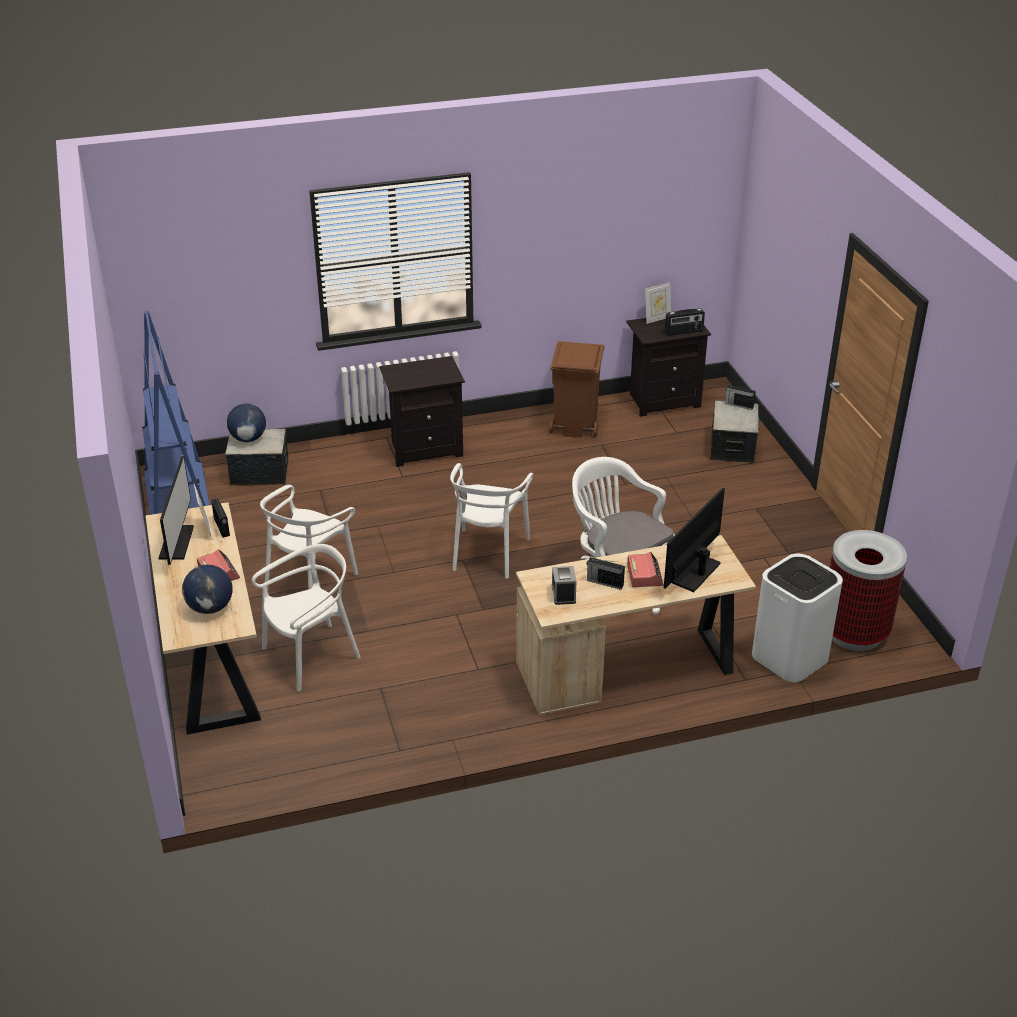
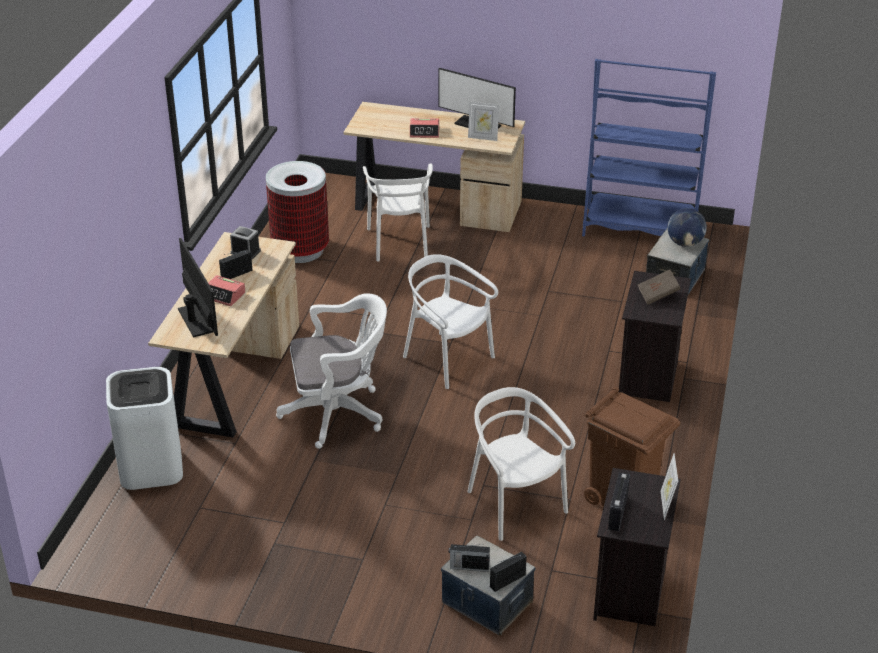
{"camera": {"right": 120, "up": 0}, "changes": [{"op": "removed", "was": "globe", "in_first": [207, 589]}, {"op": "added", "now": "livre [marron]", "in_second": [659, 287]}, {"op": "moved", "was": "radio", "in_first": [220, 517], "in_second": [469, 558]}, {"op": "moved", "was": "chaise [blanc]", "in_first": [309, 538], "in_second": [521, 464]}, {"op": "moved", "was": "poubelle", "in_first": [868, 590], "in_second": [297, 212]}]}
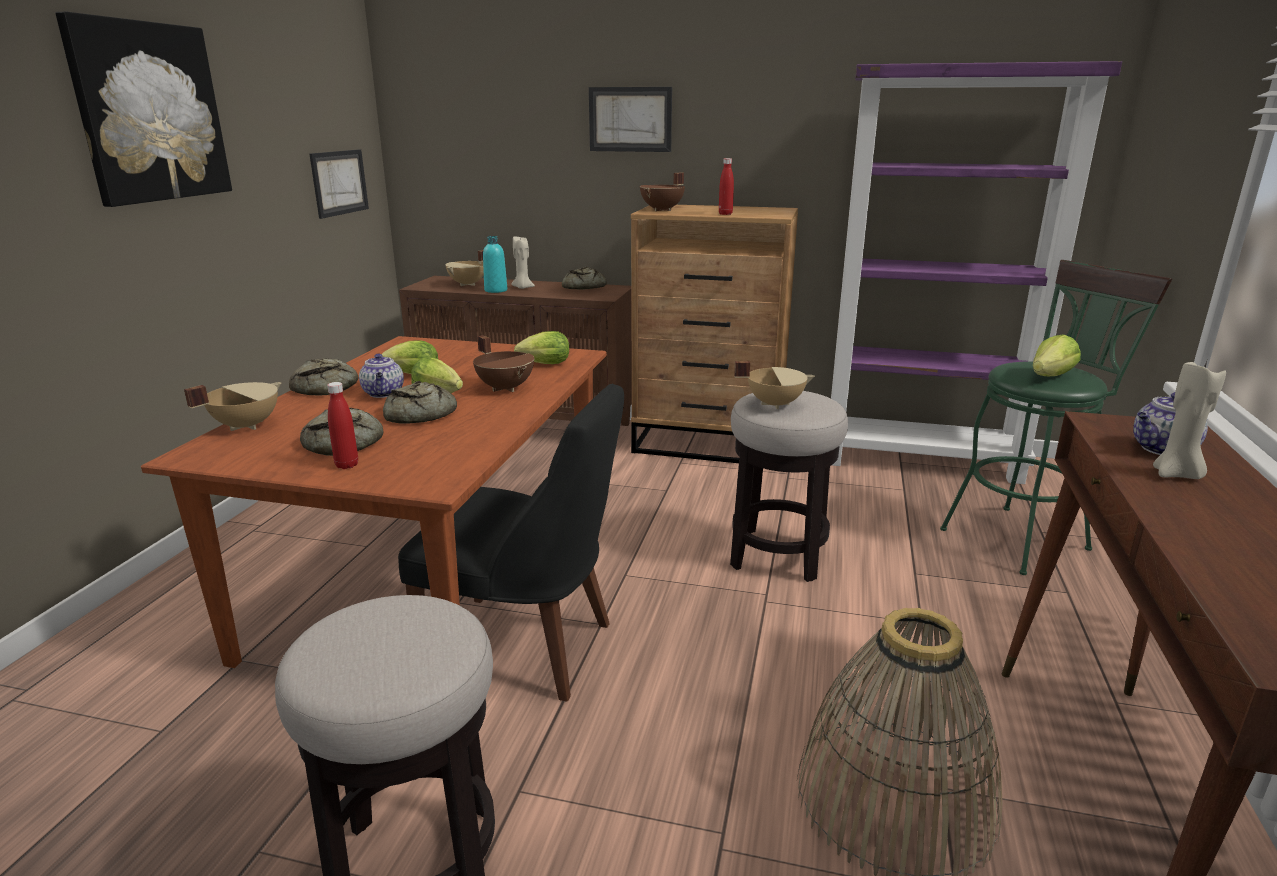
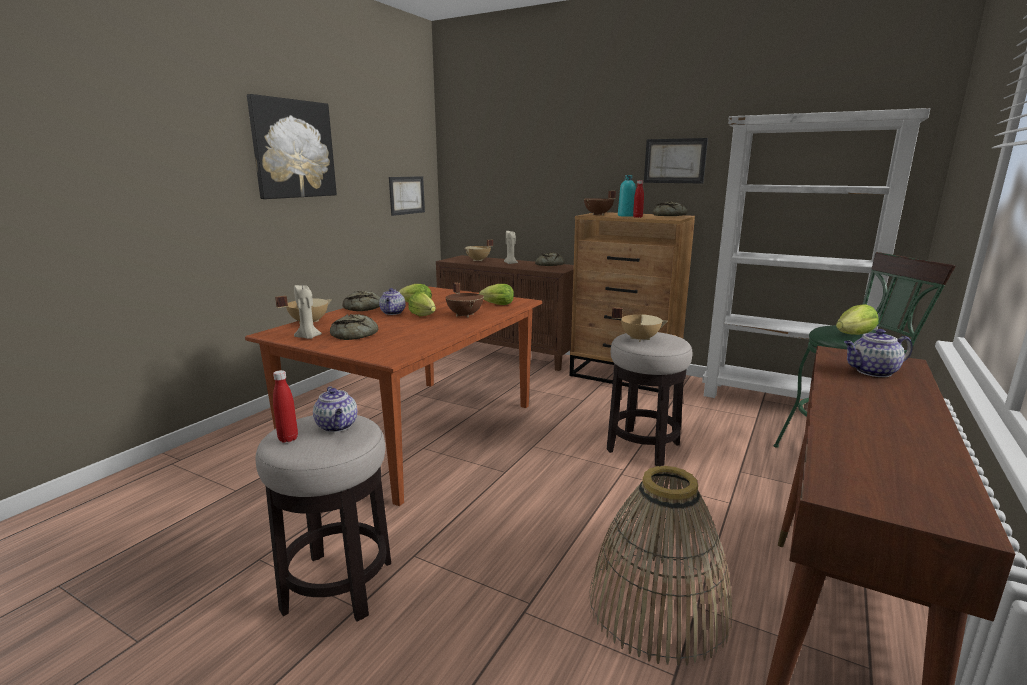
{"camera": {"right": 15, "up": -5}, "changes": [{"op": "removed", "was": "chaise [noir]", "in_first": [511, 542]}, {"op": "added", "now": "théière", "in_second": [335, 409]}, {"op": "moved", "was": "bouteille [rouge]", "in_first": [342, 425], "in_second": [285, 406]}, {"op": "moved", "was": "pain", "in_first": [420, 402], "in_second": [670, 208]}, {"op": "moved", "was": "bouteille [turquoise]", "in_first": [495, 264], "in_second": [627, 196]}, {"op": "moved", "was": "tableau", "in_first": [630, 119], "in_second": [676, 160]}, {"op": "moved", "was": "bougie [beige]", "in_first": [1189, 420], "in_second": [308, 311]}, {"op": "recoloured", "was": "bibliothèque [violet]", "now": "bibliothèque [blanc]", "in_first": [976, 272], "in_second": [816, 253]}]}
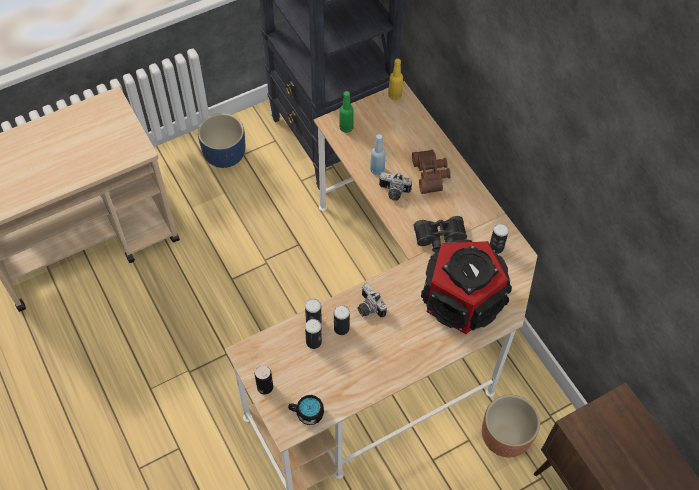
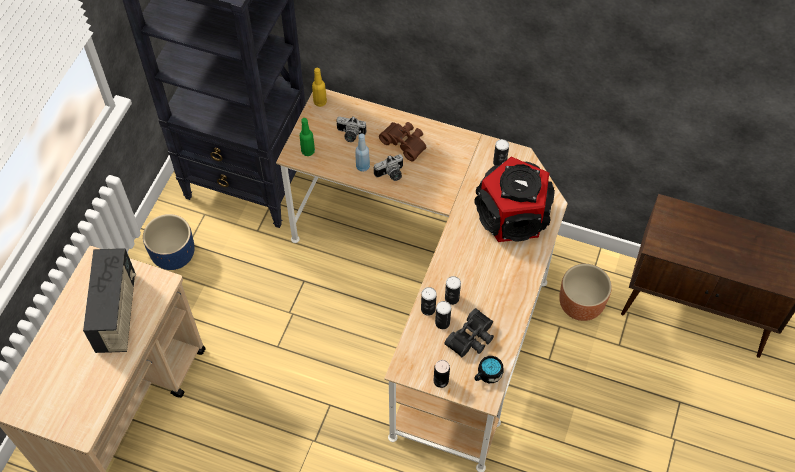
{"camera": {"right": -40, "up": 0}, "changes": [{"op": "added", "now": "radio", "in_second": [109, 300]}, {"op": "moved", "was": "appareil photo", "in_first": [372, 300], "in_second": [352, 129]}, {"op": "moved", "was": "jumelles [noir]", "in_first": [440, 234], "in_second": [469, 332]}]}
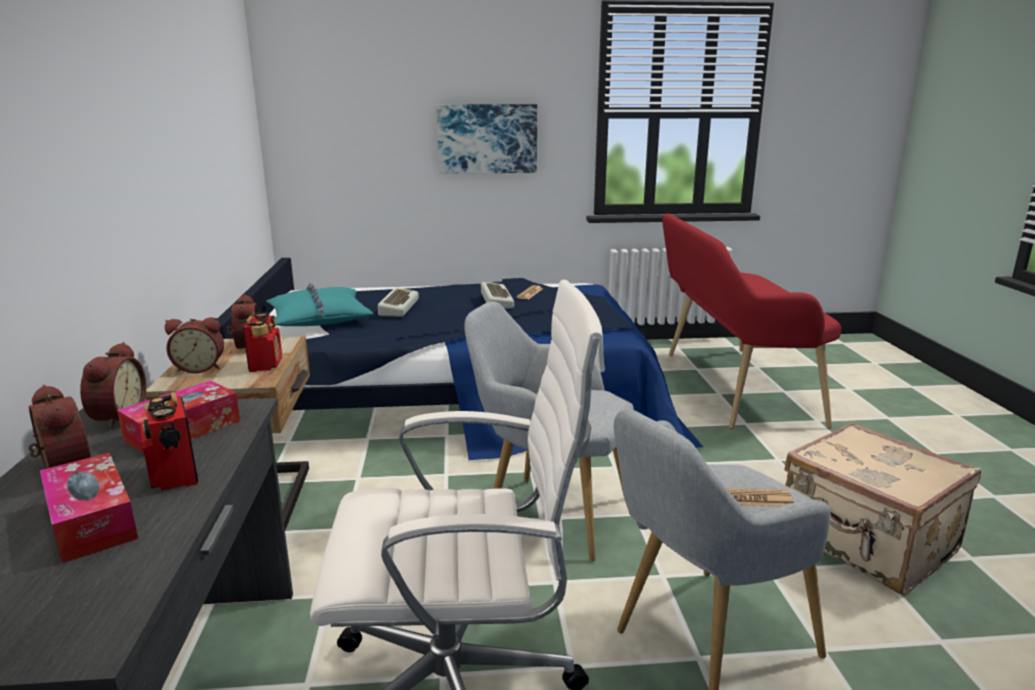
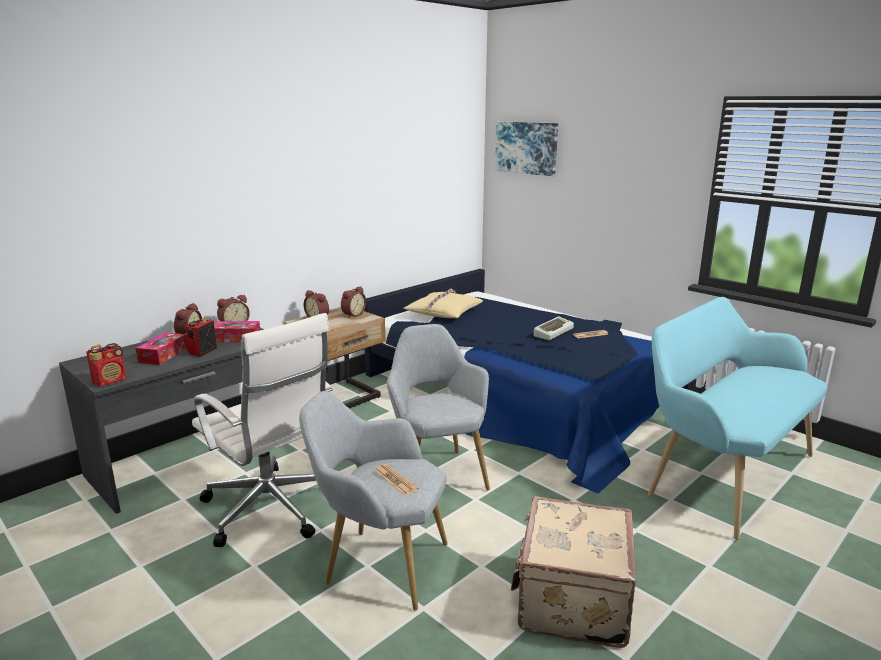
{"camera": {"right": 50, "up": 0}, "changes": [{"op": "removed", "was": "clavier", "in_first": [398, 302]}, {"op": "moved", "was": "radio", "in_first": [262, 342], "in_second": [106, 364]}, {"op": "moved", "was": "tableau", "in_first": [487, 139], "in_second": [526, 149]}, {"op": "recoloured", "was": "coussin [turquoise]", "now": "coussin [beige]", "in_first": [319, 304], "in_second": [443, 303]}, {"op": "recoloured", "was": "banc [rouge]", "now": "banc [turquoise]", "in_first": [751, 321], "in_second": [737, 418]}]}
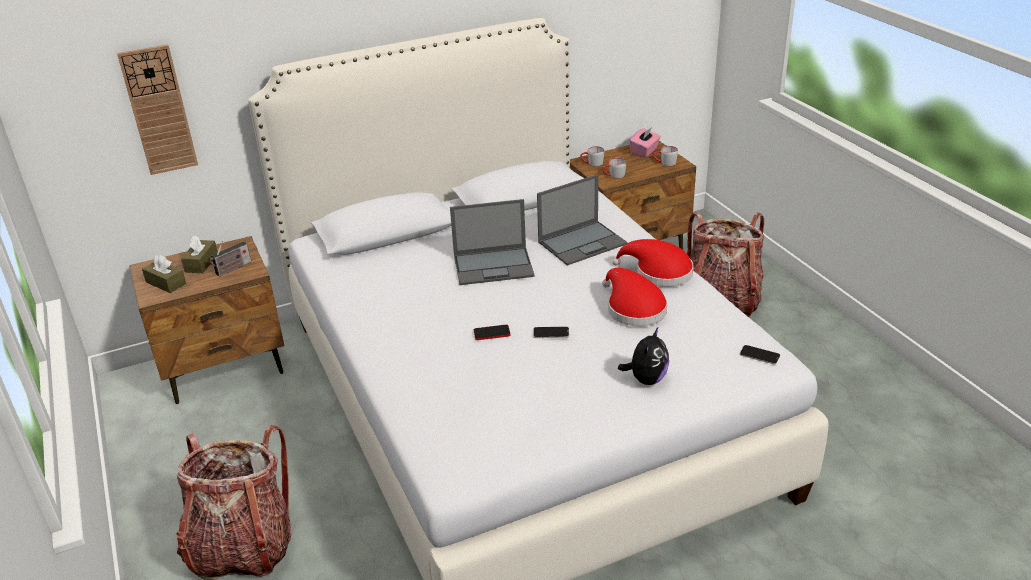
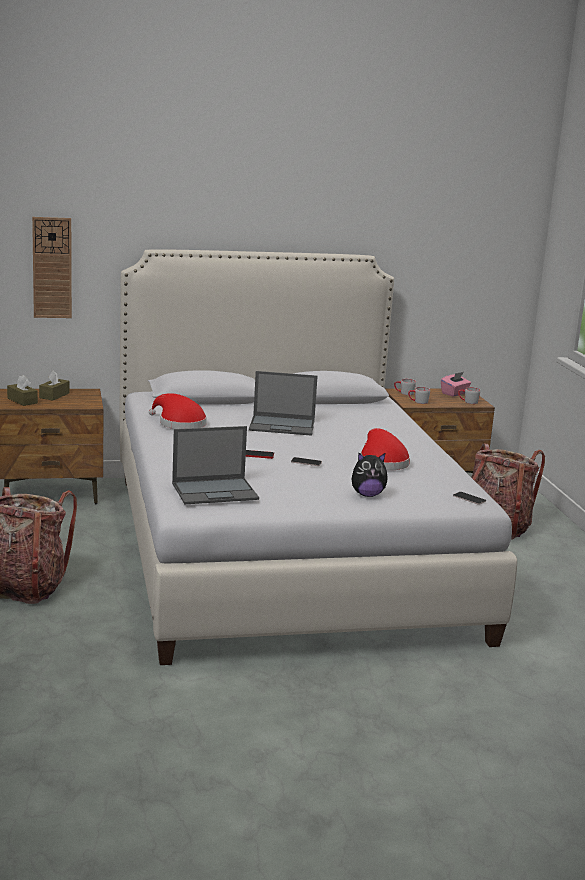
{"camera": {"right": 10, "up": -15}, "changes": [{"op": "removed", "was": "radio", "in_first": [230, 259]}, {"op": "moved", "was": "ordinateur portable", "in_first": [582, 220], "in_second": [215, 465]}, {"op": "moved", "was": "chapeau [rouge]", "in_first": [653, 263], "in_second": [178, 411]}, {"op": "turned", "was": "peluche", "in_first": [643, 356], "in_second": [370, 475], "clockwise": 45}]}
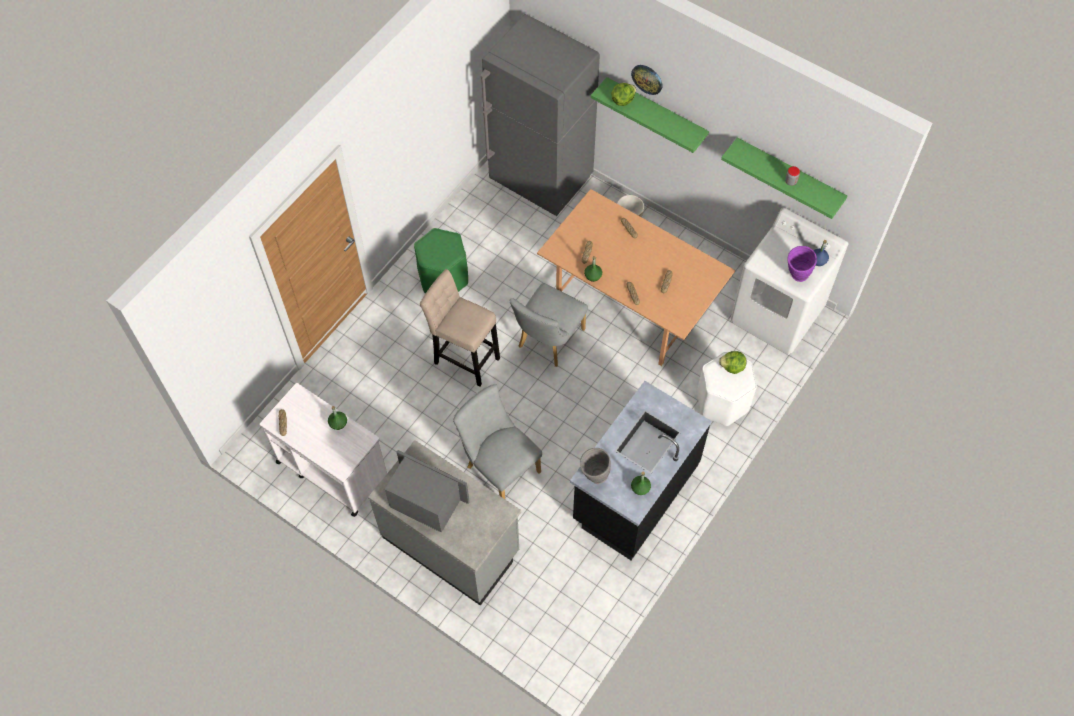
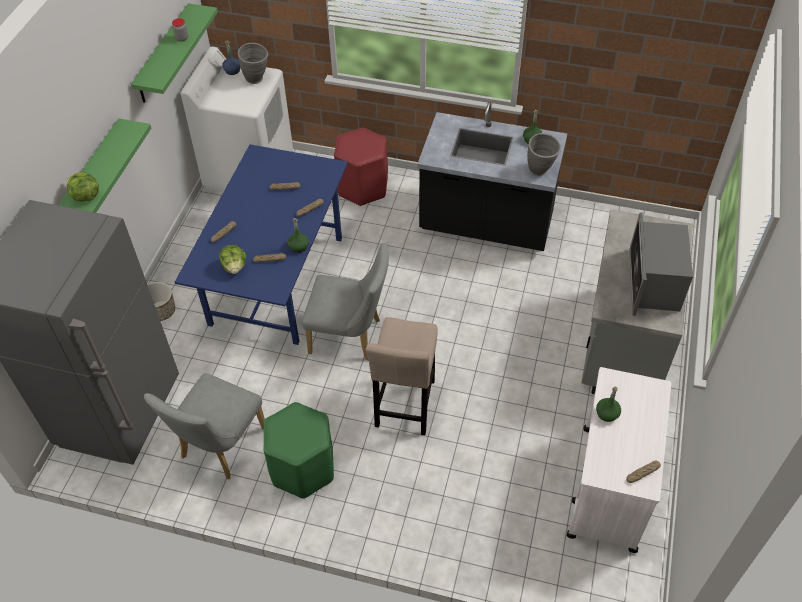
{"camera": {"right": -110, "up": -10}, "changes": [{"op": "removed", "was": "horloge murale", "in_first": [646, 80]}, {"op": "moved", "was": "chaise [gris]", "in_first": [497, 441], "in_second": [204, 426]}, {"op": "moved", "was": "laitue", "in_first": [733, 362], "in_second": [232, 259]}, {"op": "recoloured", "was": "table à manger [marron]", "now": "table à manger [bleu]", "in_first": [636, 277], "in_second": [261, 244]}, {"op": "recoloured", "was": "tabouret [blanc]", "now": "tabouret [rouge]", "in_first": [727, 389], "in_second": [361, 167]}, {"op": "recoloured", "was": "vase [violet]", "now": "vase [gris]", "in_first": [802, 264], "in_second": [253, 63]}]}
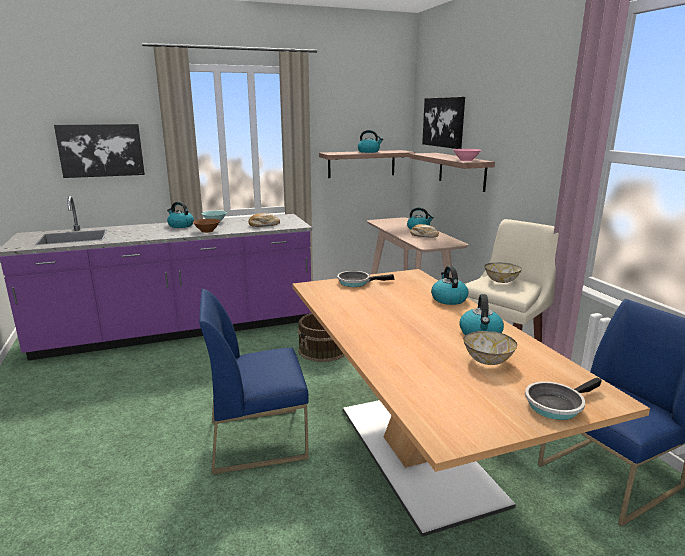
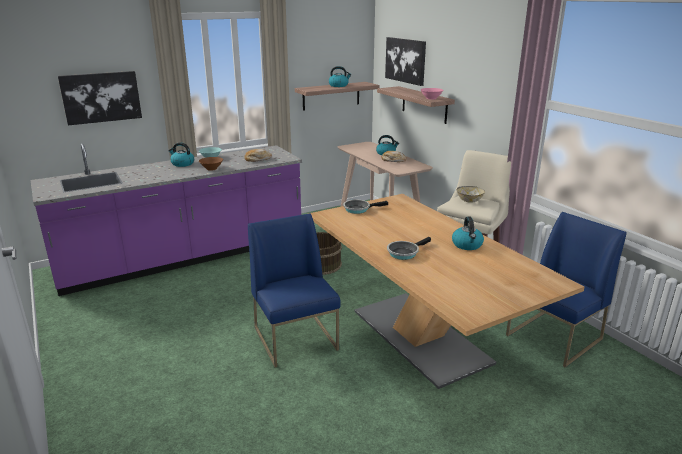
{"camera": {"right": -10, "up": 5}, "changes": [{"op": "removed", "was": "bouilloire", "in_first": [449, 285]}, {"op": "removed", "was": "bol", "in_first": [490, 348]}, {"op": "moved", "was": "poêle", "in_first": [563, 399], "in_second": [409, 248]}, {"op": "turned", "was": "chaise [bleu]", "in_first": [254, 381], "in_second": [294, 290], "clockwise": 90}]}
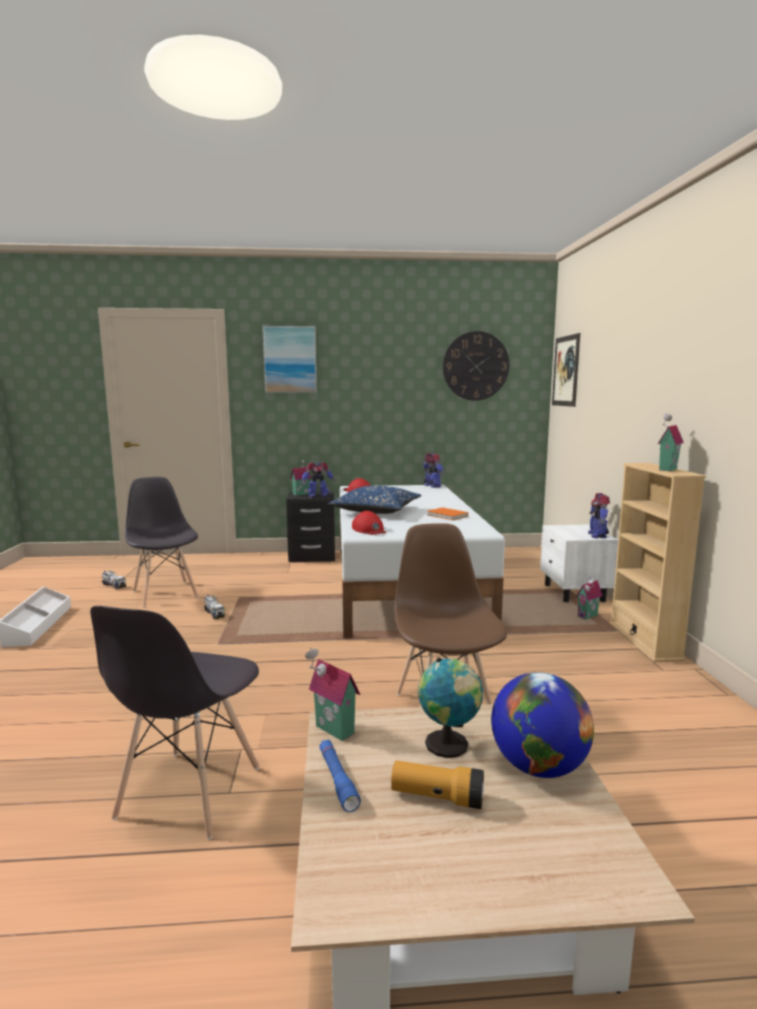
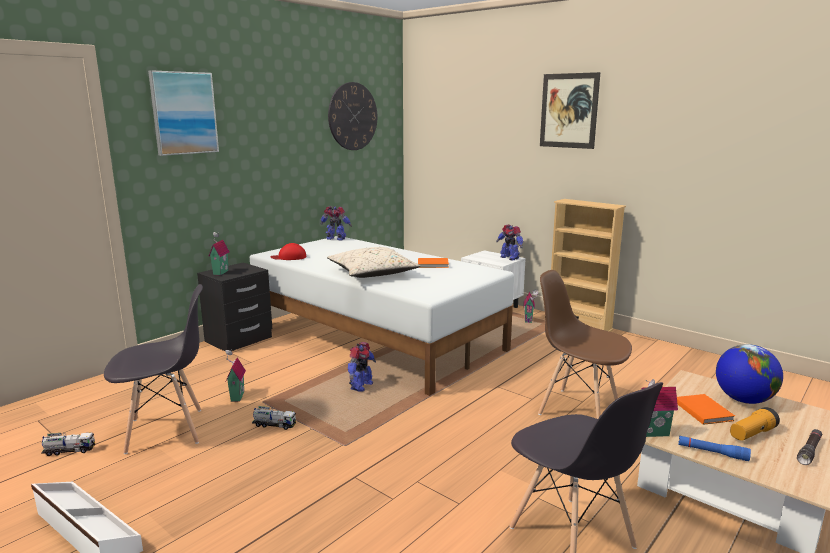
{"camera": {"right": -45, "up": 5}, "changes": [{"op": "removed", "was": "casquette [rouge]", "in_first": [369, 523]}, {"op": "added", "now": "lampe de poche [noir]", "in_second": [809, 447]}, {"op": "moved", "was": "robot jouet", "in_first": [318, 480], "in_second": [362, 367]}, {"op": "moved", "was": "tableau", "in_first": [566, 370], "in_second": [570, 110]}, {"op": "moved", "was": "maison miniature", "in_first": [671, 442], "in_second": [235, 375]}, {"op": "replaced", "was": "globe", "now": "livre [orange]", "in_first": [450, 707], "in_second": [706, 409]}, {"op": "recoloured", "was": "coussin [bleu]", "now": "coussin [beige]", "in_first": [375, 500], "in_second": [373, 262]}, {"op": "turned", "was": "chaise [gris]", "in_first": [161, 542], "in_second": [153, 369], "clockwise": 150}]}
